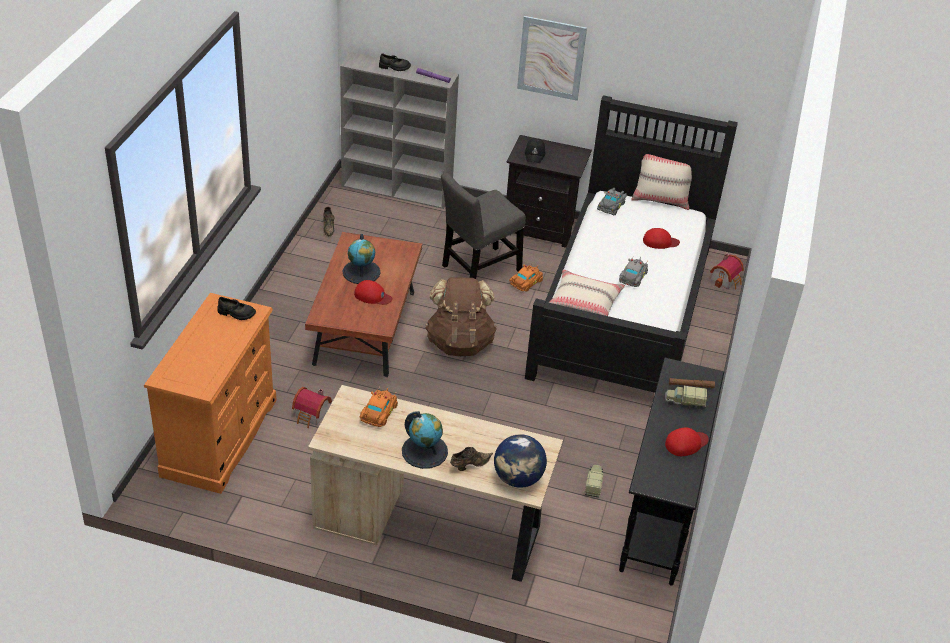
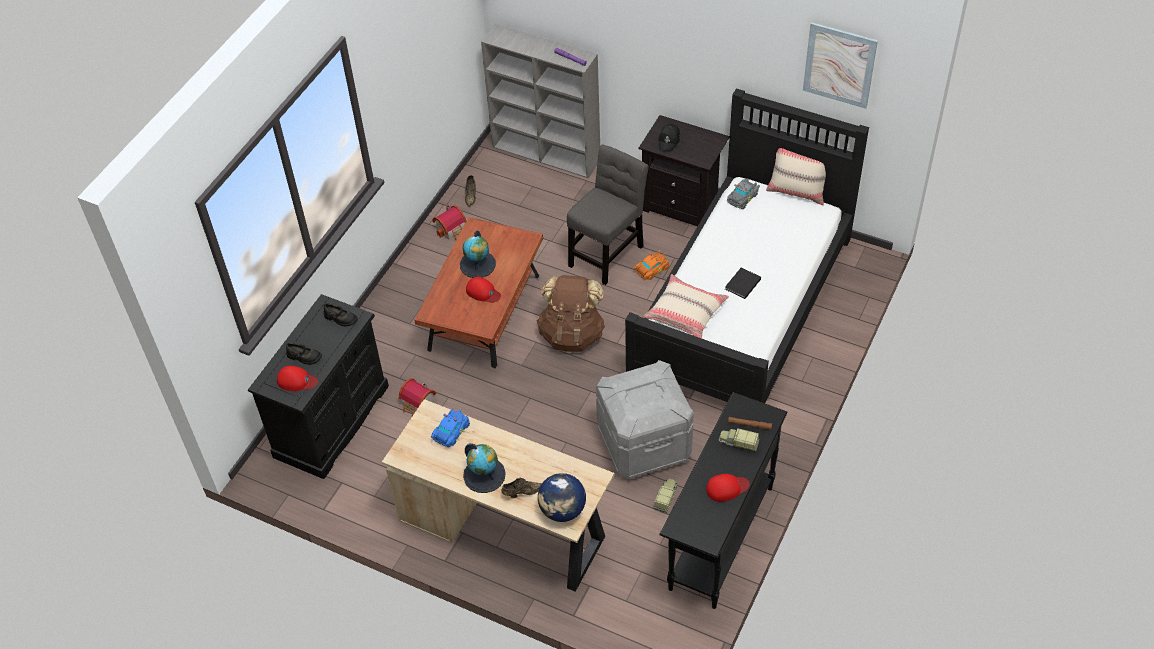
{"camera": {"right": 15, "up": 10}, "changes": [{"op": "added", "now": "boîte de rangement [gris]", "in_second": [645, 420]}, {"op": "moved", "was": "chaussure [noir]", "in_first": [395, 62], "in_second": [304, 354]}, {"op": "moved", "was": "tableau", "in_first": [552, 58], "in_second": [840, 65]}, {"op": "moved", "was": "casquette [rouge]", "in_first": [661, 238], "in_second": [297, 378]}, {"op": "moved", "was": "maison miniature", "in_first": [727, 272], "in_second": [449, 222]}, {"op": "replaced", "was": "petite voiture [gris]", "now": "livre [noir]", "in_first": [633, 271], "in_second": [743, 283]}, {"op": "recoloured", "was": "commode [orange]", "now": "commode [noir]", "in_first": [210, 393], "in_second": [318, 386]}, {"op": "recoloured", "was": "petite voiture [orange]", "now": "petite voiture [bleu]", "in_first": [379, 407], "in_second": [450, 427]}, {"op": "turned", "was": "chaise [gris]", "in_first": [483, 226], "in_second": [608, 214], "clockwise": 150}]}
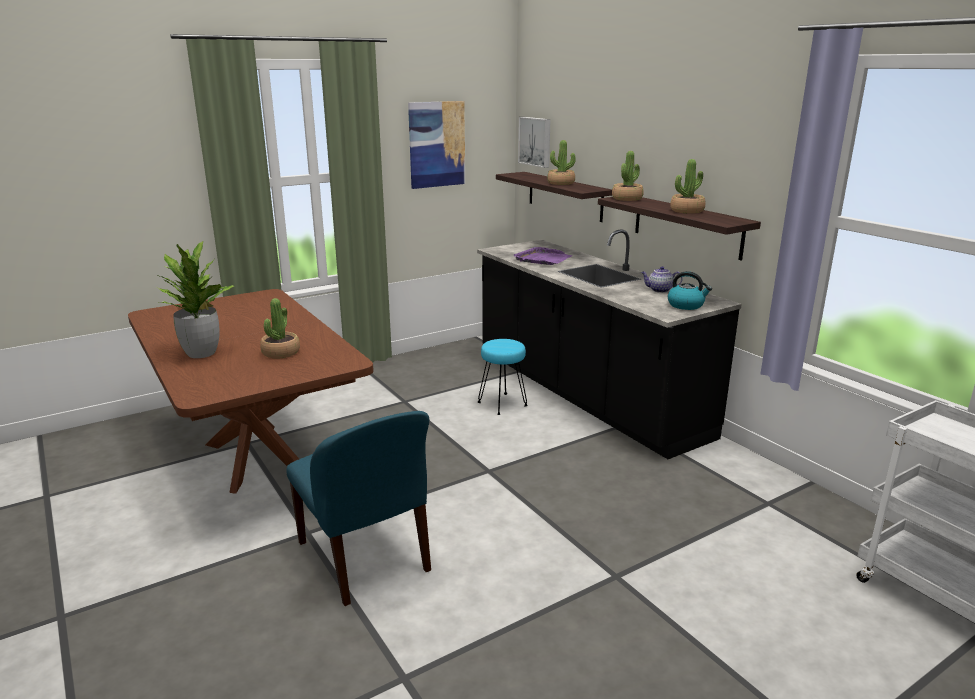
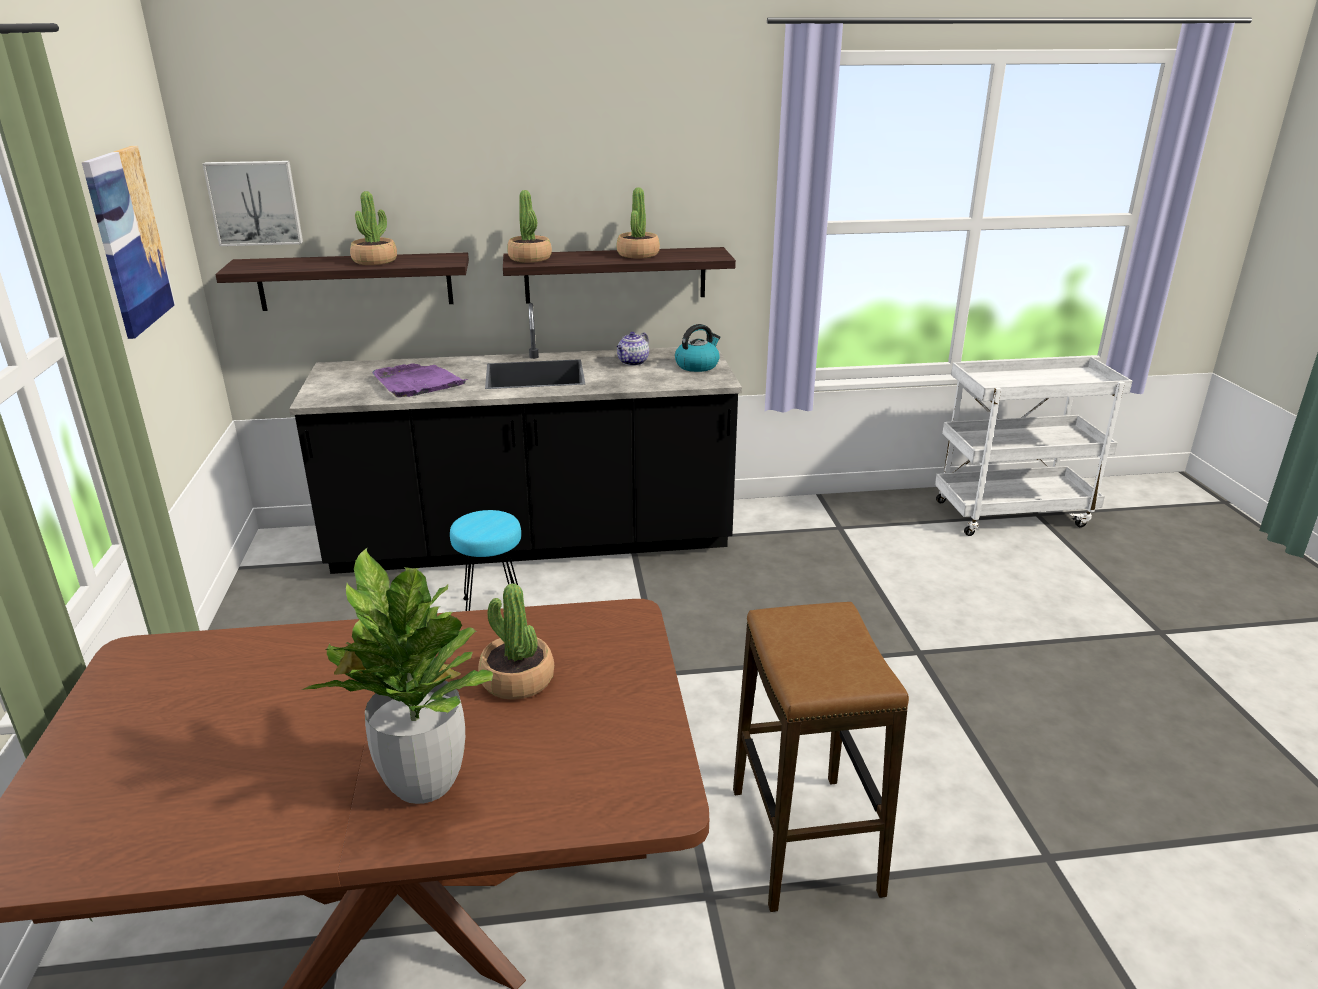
{"camera": {"right": -65, "up": 5}, "changes": [{"op": "replaced", "was": "chaise [bleu]", "now": "tabouret", "in_first": [358, 508], "in_second": [821, 757]}]}
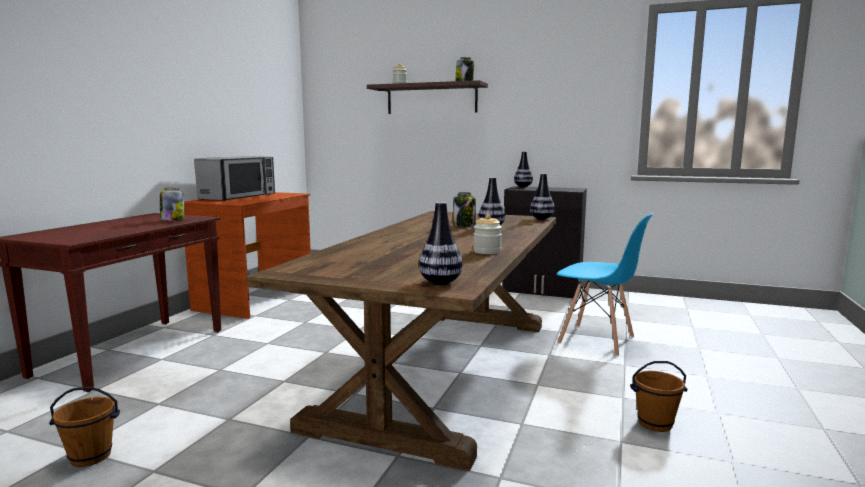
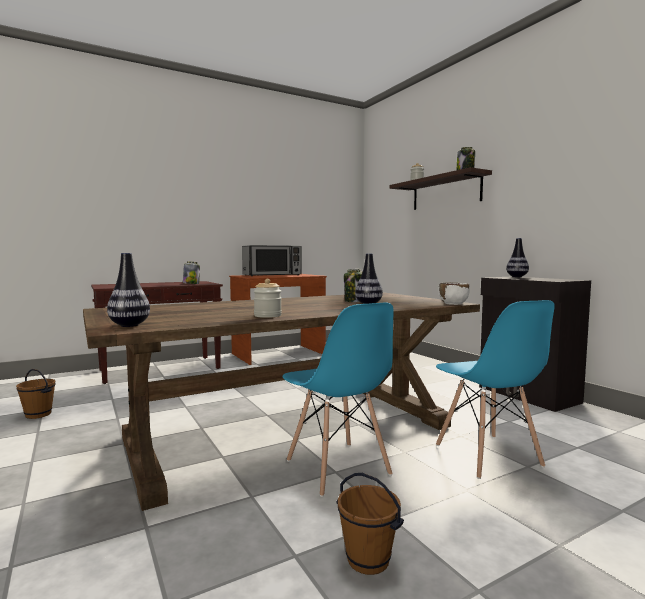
{"camera": {"right": 40, "up": -5}, "changes": [{"op": "added", "now": "chaise [bleu]", "in_second": [338, 400]}, {"op": "replaced", "was": "vase", "now": "bol [blanc]", "in_first": [542, 197], "in_second": [454, 294]}]}
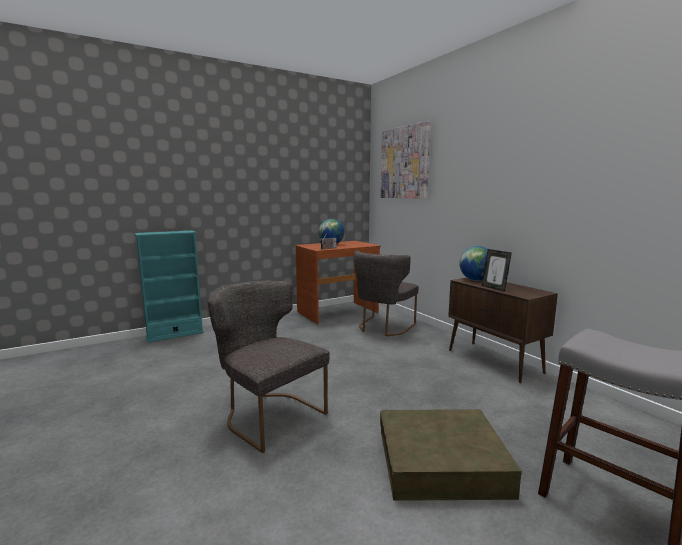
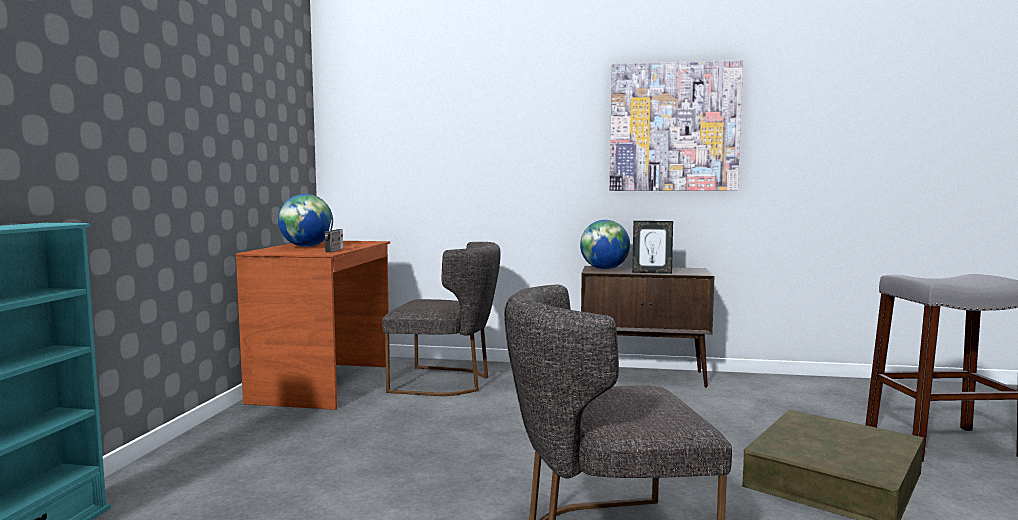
{"camera": {"right": -50, "up": -5}, "changes": [{"op": "moved", "was": "tableau", "in_first": [406, 160], "in_second": [676, 125]}, {"op": "turned", "was": "chaise [gris]", "in_first": [386, 293], "in_second": [441, 319], "clockwise": -60}]}
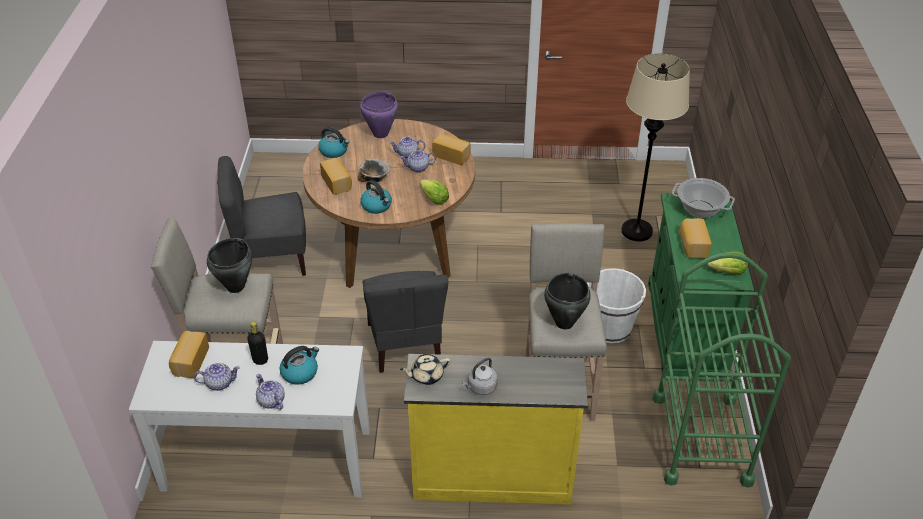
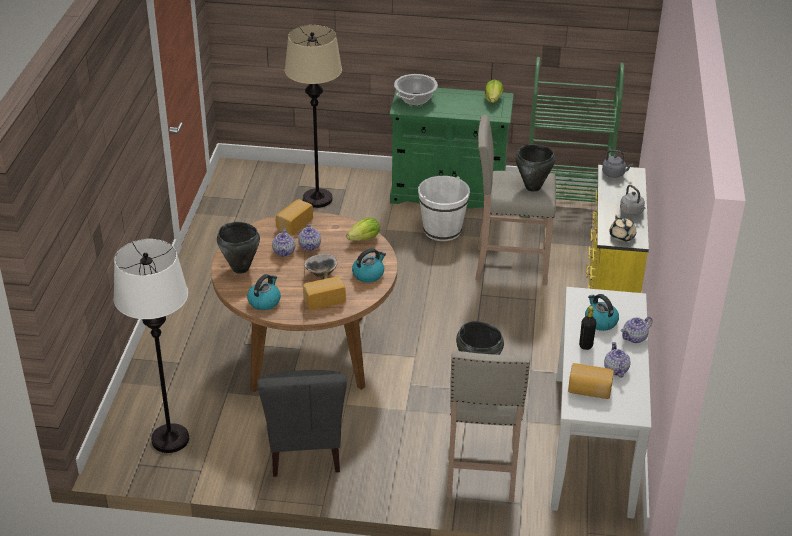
{"camera": {"right": -85, "up": -5}, "changes": [{"op": "removed", "was": "chaise [gris]", "in_first": [405, 322]}, {"op": "removed", "was": "pain", "in_first": [695, 238]}, {"op": "added", "now": "lampadaire [blanc]", "in_second": [151, 346]}, {"op": "added", "now": "bouilloire [gris]", "in_second": [617, 164]}, {"op": "recoloured", "was": "marmite [violet]", "now": "marmite [noir]", "in_first": [379, 114], "in_second": [238, 248]}]}
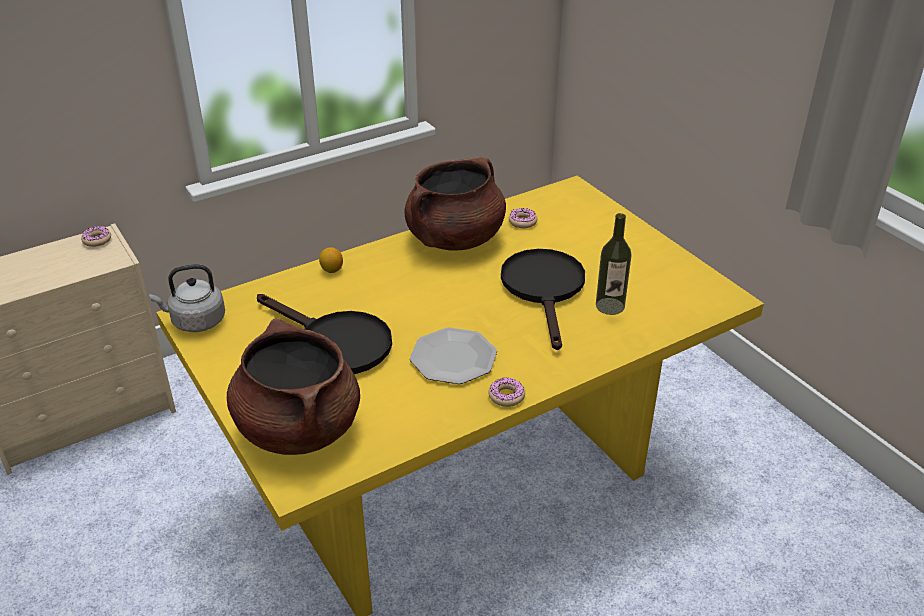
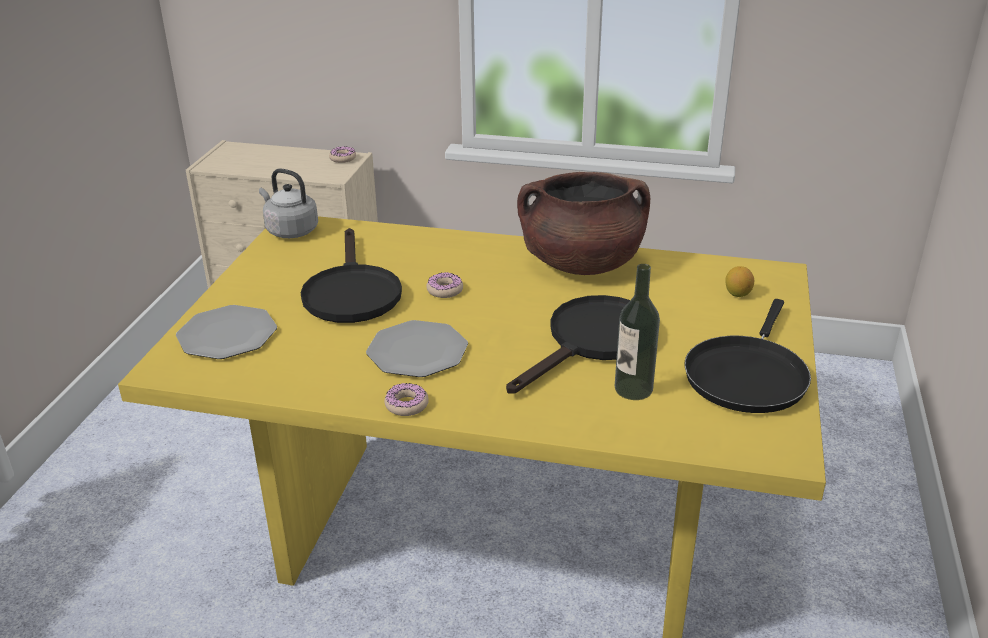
{"camera": {"right": 45, "up": -5}, "changes": [{"op": "added", "now": "poêle [noir]", "in_second": [747, 356]}, {"op": "moved", "was": "citron", "in_first": [331, 260], "in_second": [739, 281]}, {"op": "moved", "was": "beignet", "in_first": [523, 218], "in_second": [444, 285]}, {"op": "replaced", "was": "marmite [marron]", "now": "assiette", "in_first": [293, 387], "in_second": [226, 332]}]}
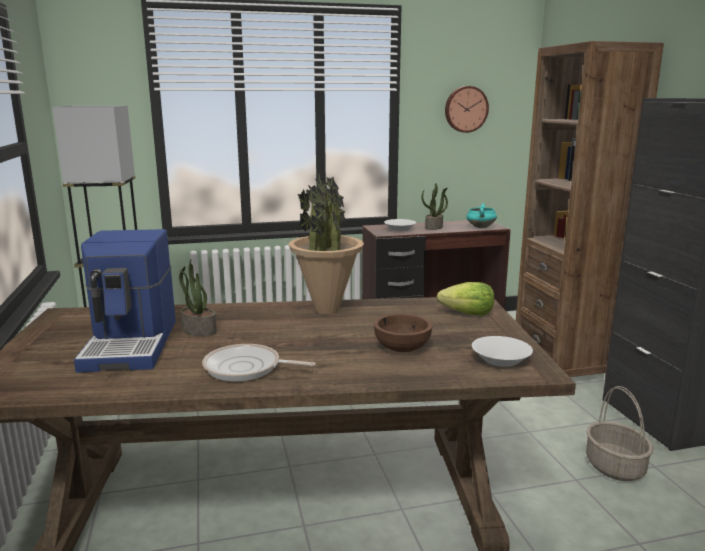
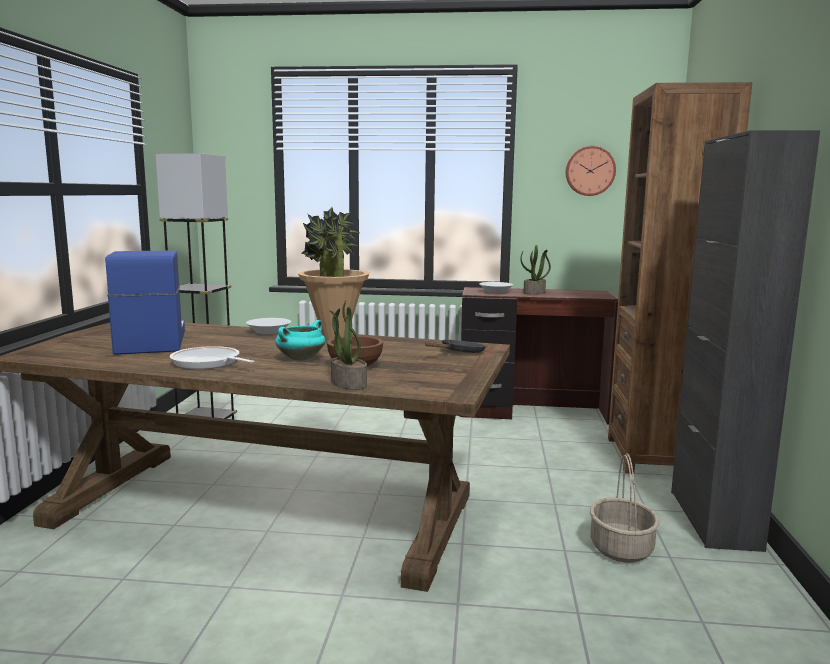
{"camera": {"right": 20, "up": -5}, "changes": [{"op": "moved", "was": "plante en pot", "in_first": [198, 298], "in_second": [348, 345]}, {"op": "moved", "was": "marmite [turquoise]", "in_first": [481, 215], "in_second": [300, 340]}, {"op": "moved", "was": "bol [blanc]", "in_first": [502, 351], "in_second": [268, 326]}, {"op": "replaced", "was": "laitue", "now": "poêle [noir]", "in_first": [465, 299], "in_second": [455, 346]}, {"op": "turned", "was": "machine à café", "in_first": [125, 301], "in_second": [145, 302], "clockwise": 150}]}
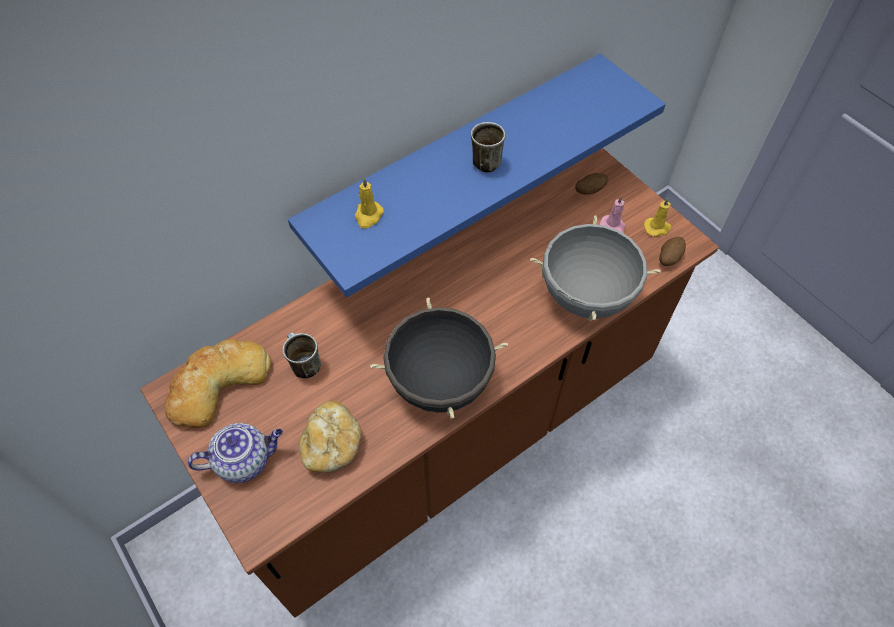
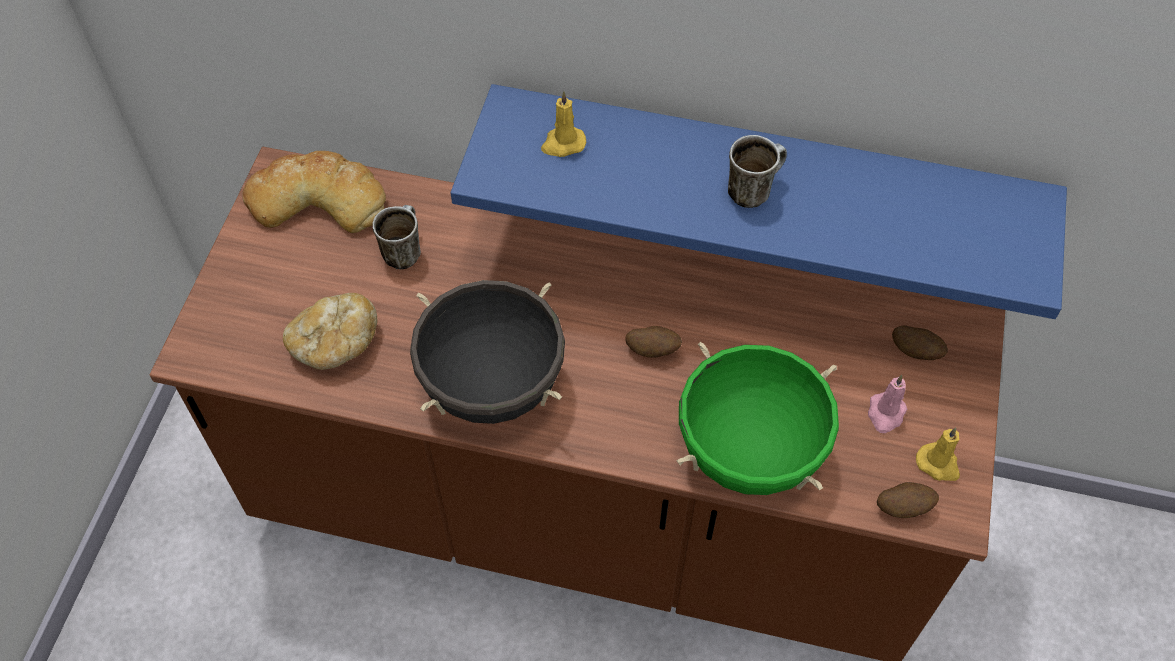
{"camera": {"right": 50, "up": 0}, "changes": [{"op": "removed", "was": "théière", "in_first": [235, 453]}, {"op": "added", "now": "pomme de terre", "in_second": [653, 342]}, {"op": "recoloured", "was": "marmite [gris]", "now": "marmite [vert]", "in_first": [595, 268], "in_second": [758, 418]}]}
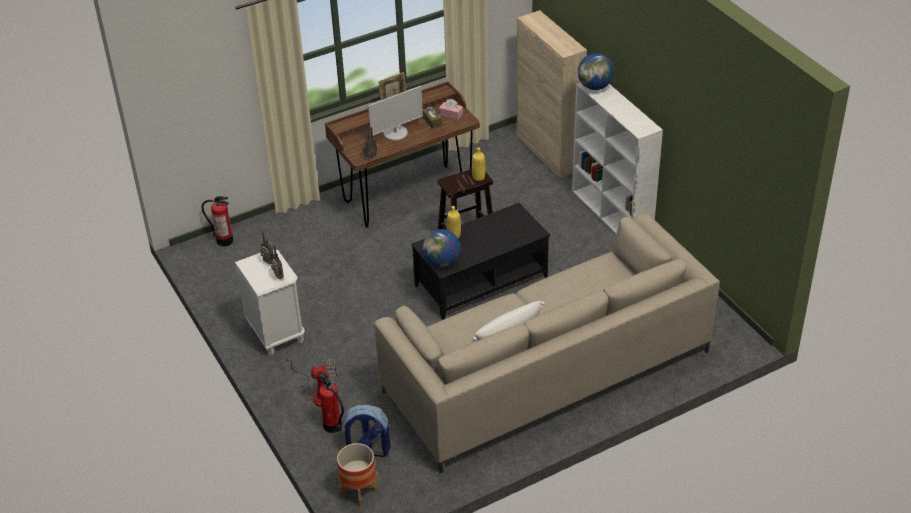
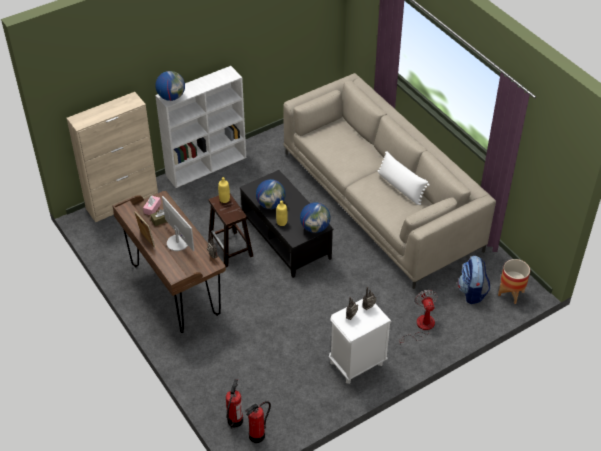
{"camera": {"right": -95, "up": 5}, "changes": [{"op": "added", "now": "globe", "in_second": [271, 194]}, {"op": "moved", "was": "extincteur", "in_first": [330, 402], "in_second": [258, 422]}]}
